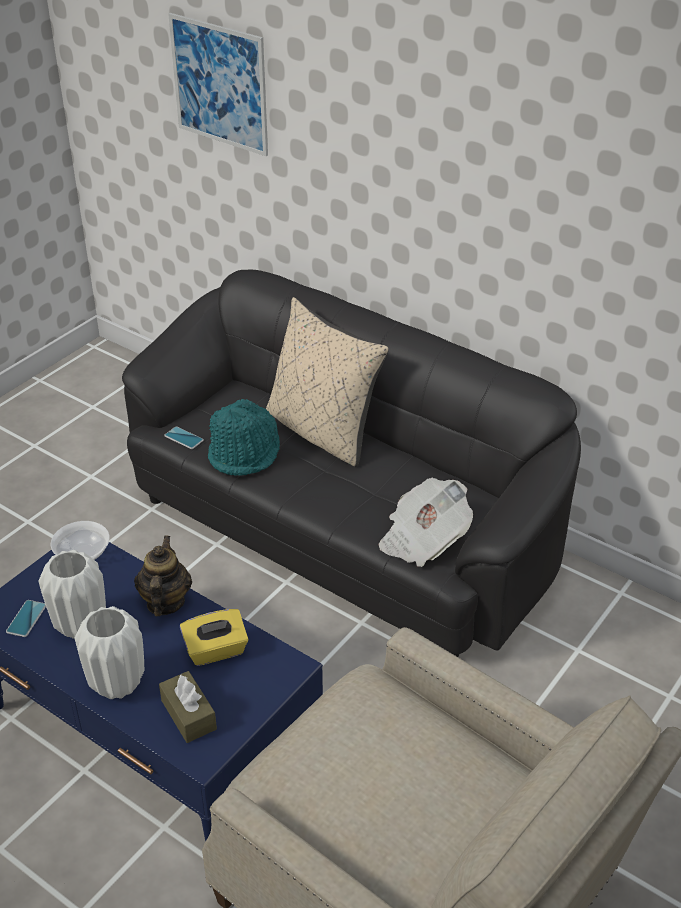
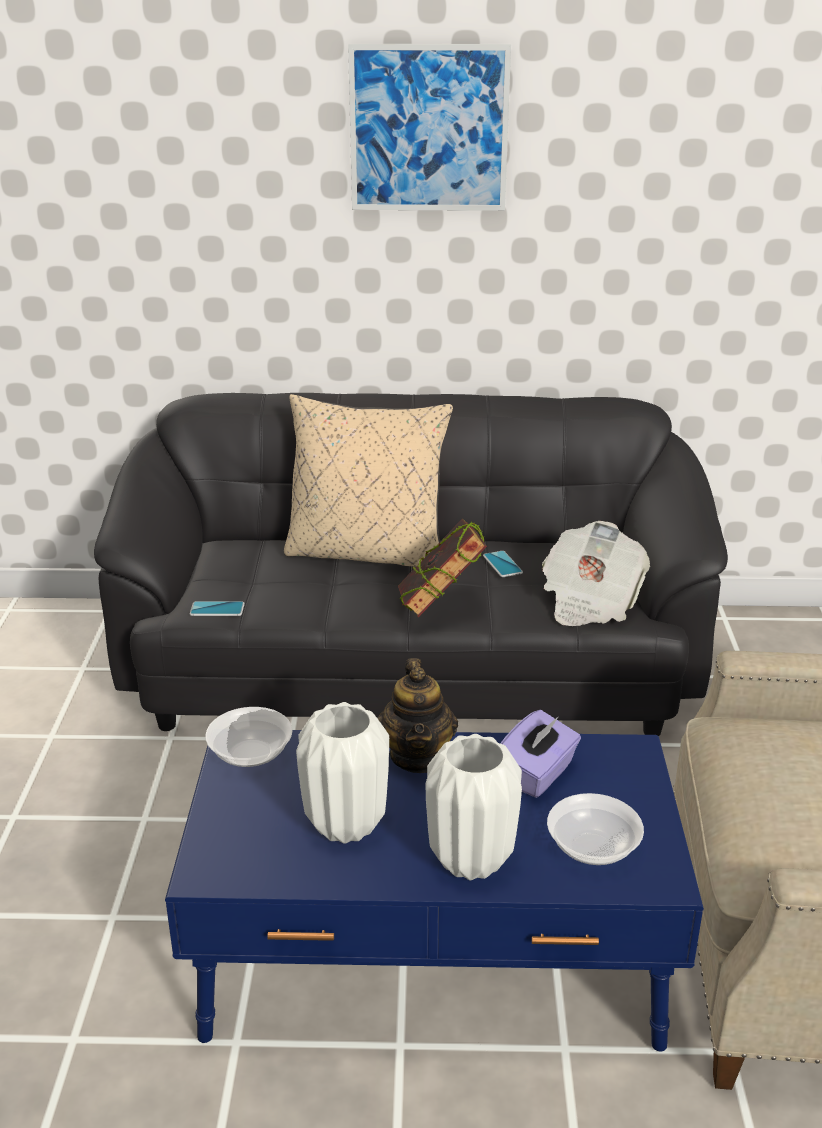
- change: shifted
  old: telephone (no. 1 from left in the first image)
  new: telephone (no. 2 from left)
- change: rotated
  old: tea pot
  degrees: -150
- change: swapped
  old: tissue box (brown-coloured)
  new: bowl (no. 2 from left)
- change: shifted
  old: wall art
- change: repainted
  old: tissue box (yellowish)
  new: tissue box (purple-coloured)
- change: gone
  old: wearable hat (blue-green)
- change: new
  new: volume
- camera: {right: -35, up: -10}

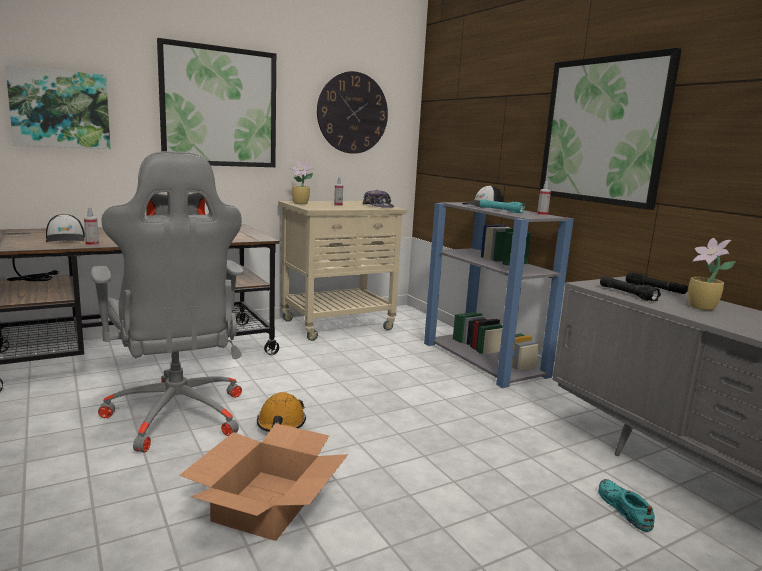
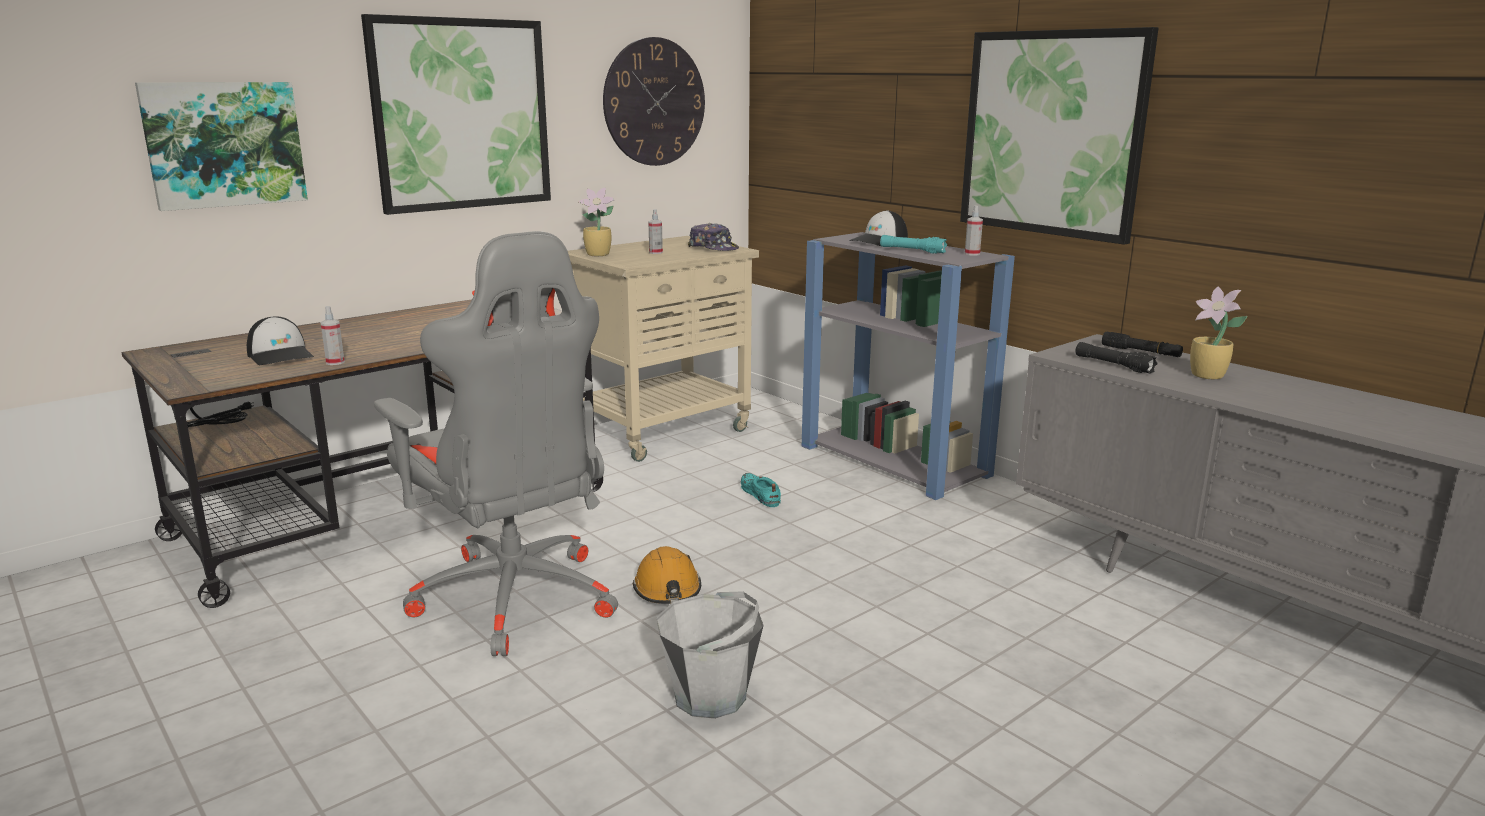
- change: swapped
  old: carton
  new: water bucket (greyish)
- change: shifted
  old: item of footwear (blue-green)
- camera: {right: -10, up: 5}

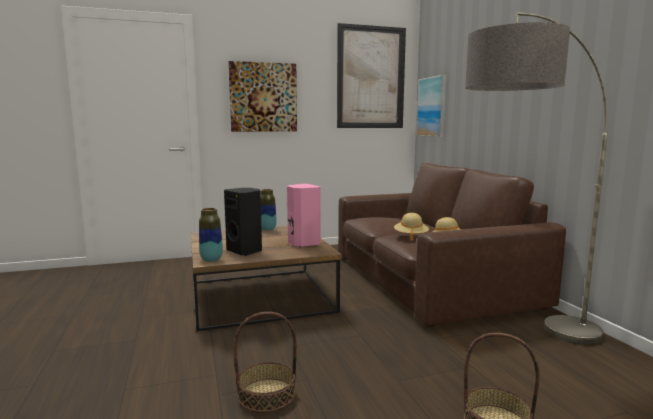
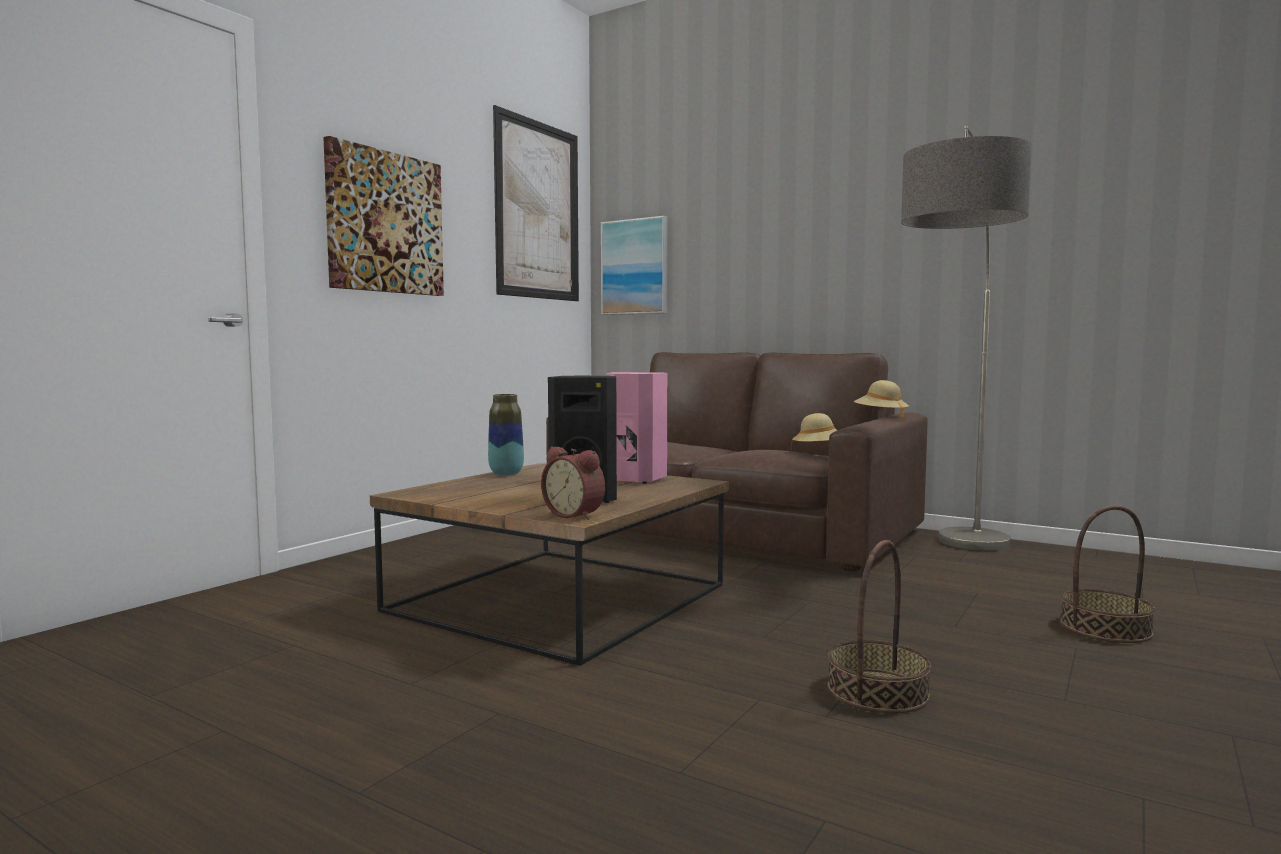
- change: swapped
  old: vase (no. 1 from left)
  new: table clock
- change: shifted
  old: wearable hat (sand-coloured) (no. 1 from left in the first image)
  new: wearable hat (sand-coloured) (no. 2 from left)
- camera: {right: -40, up: -5}

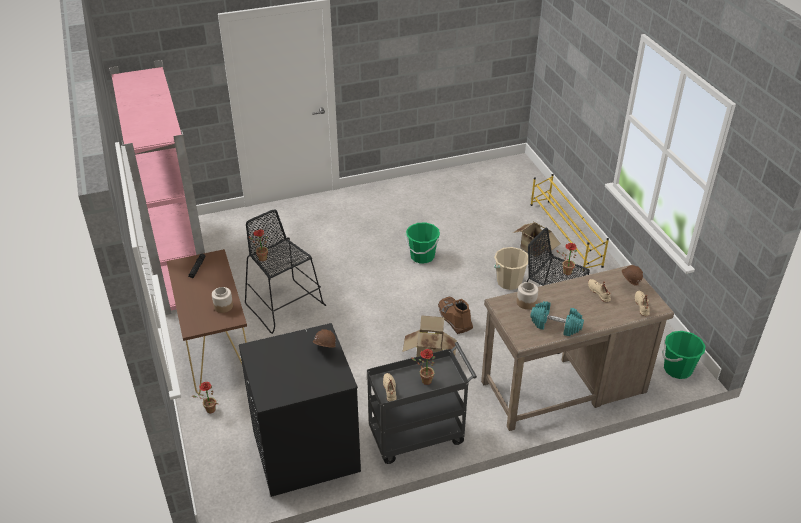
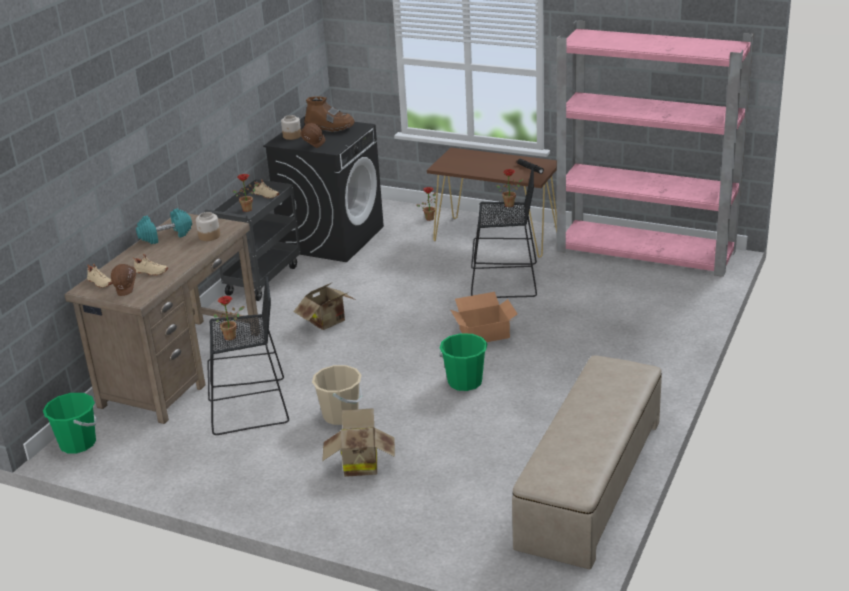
- change: shifted
  old: preserve jar (no. 1 from left in the first image)
  new: preserve jar (no. 2 from left)
- change: shifted
  old: boot (brown-coloured)
- change: gone
  old: shoe rack (yellowish)
- change: new
  new: carton (no. 3 from left)
- change: new
  new: indoor bench (sand-coloured)
- camera: {right: 135, up: -10}

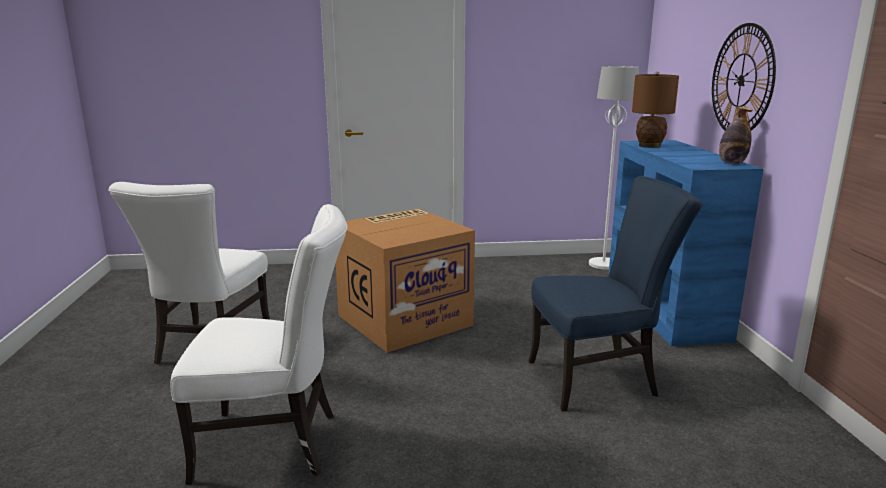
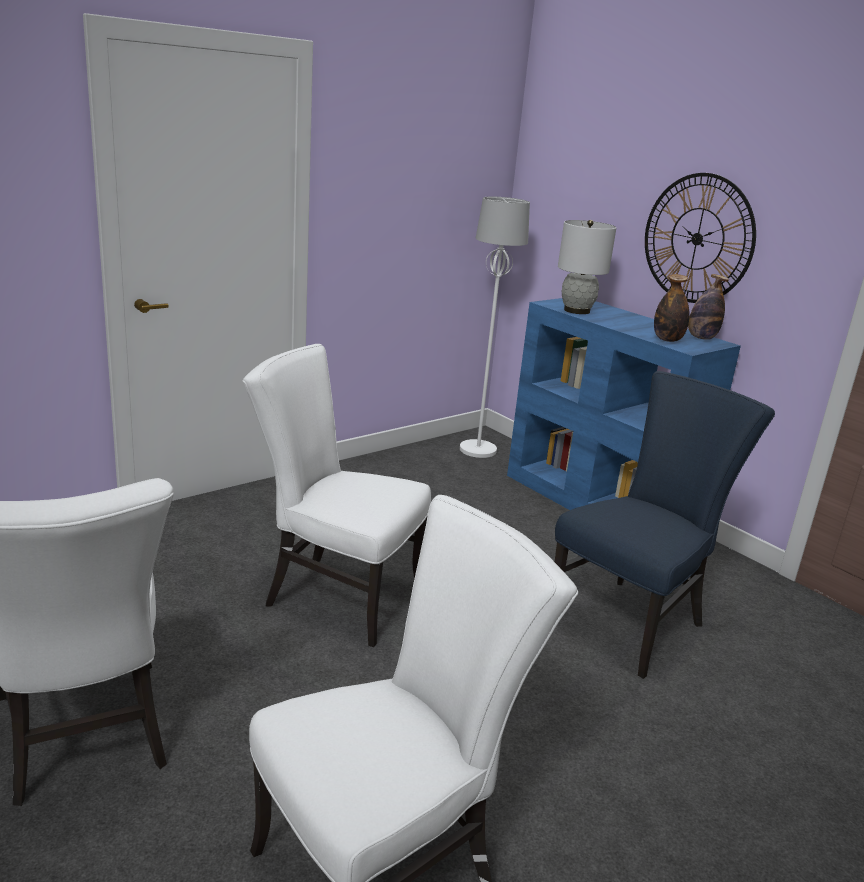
- change: swapped
  old: carton
  new: chair (whitish) (no. 2 from left)
- change: repainted
  old: table lamp (brown-coloured)
  new: table lamp (whitish)
- change: new
  new: drink bottle (no. 1 from left)
- camera: {right: -35, up: 5}

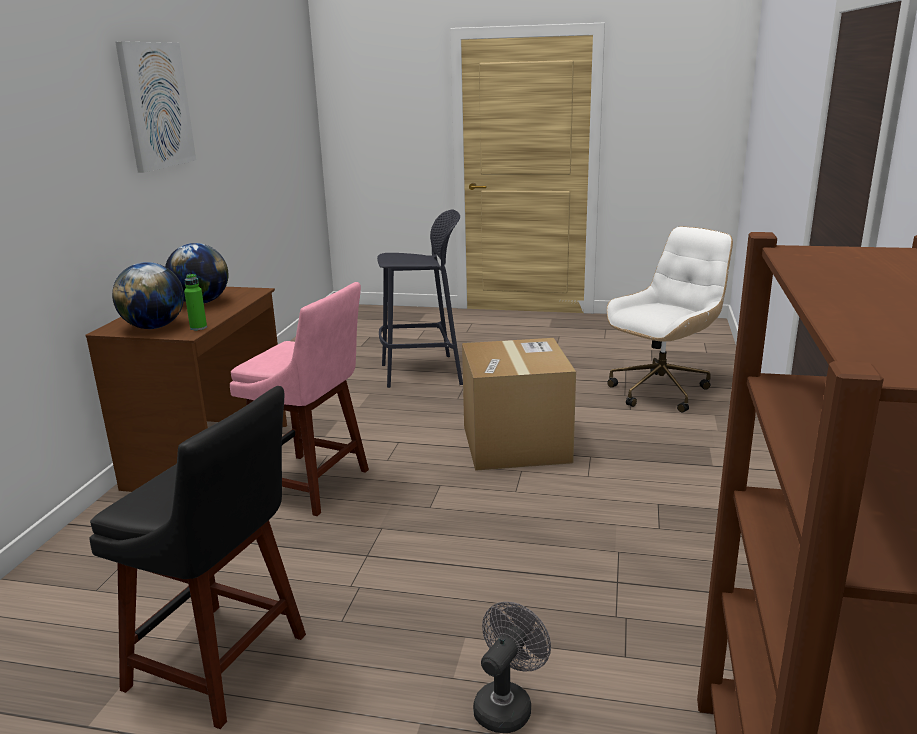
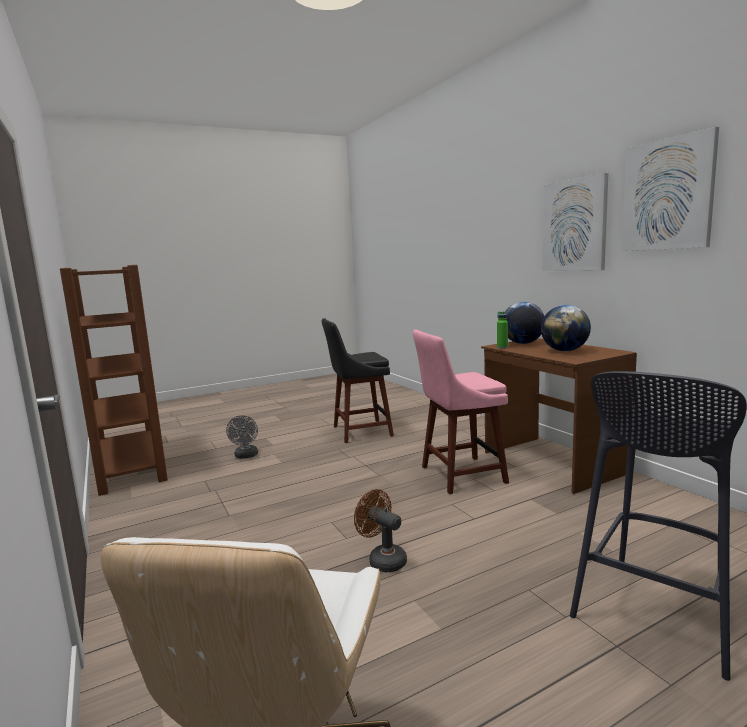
- change: swapped
  old: carton
  new: electric fan (brown-coloured)
- change: new
  new: wall art (no. 1 from left)
- camera: {right: 140, up: -10}

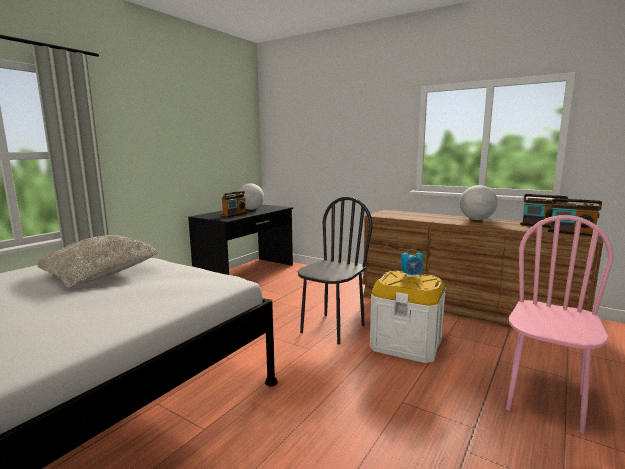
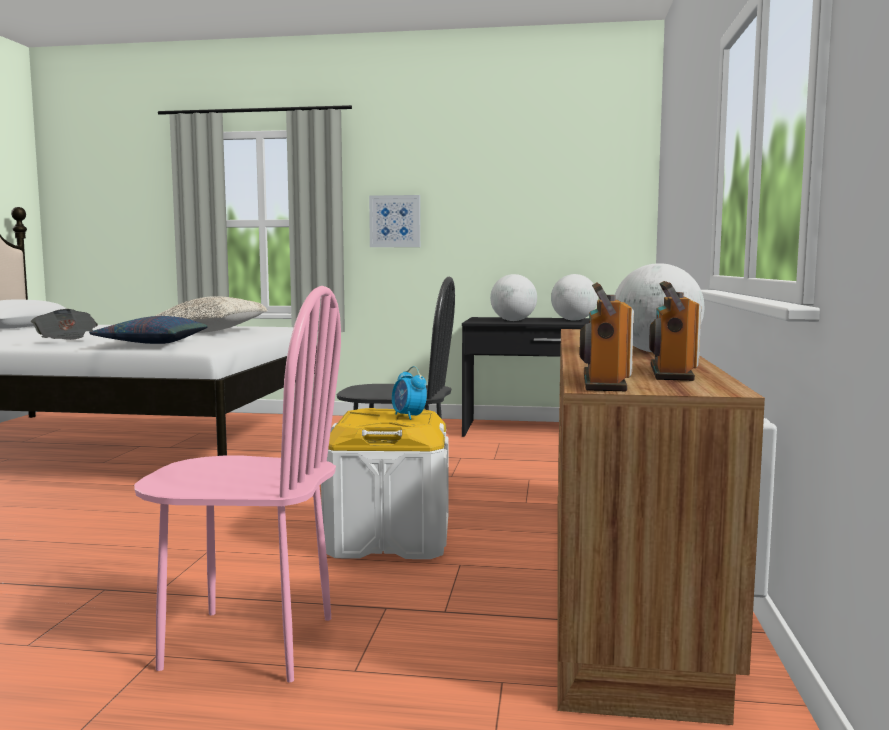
- change: swapped
  old: radio receiver (no. 1 from left)
  new: desk globe (no. 1 from left)
- change: new
  new: newspaper
- change: new
  new: pillow (blue)
- change: new
  new: wall art
- camera: {right: 65, up: -5}

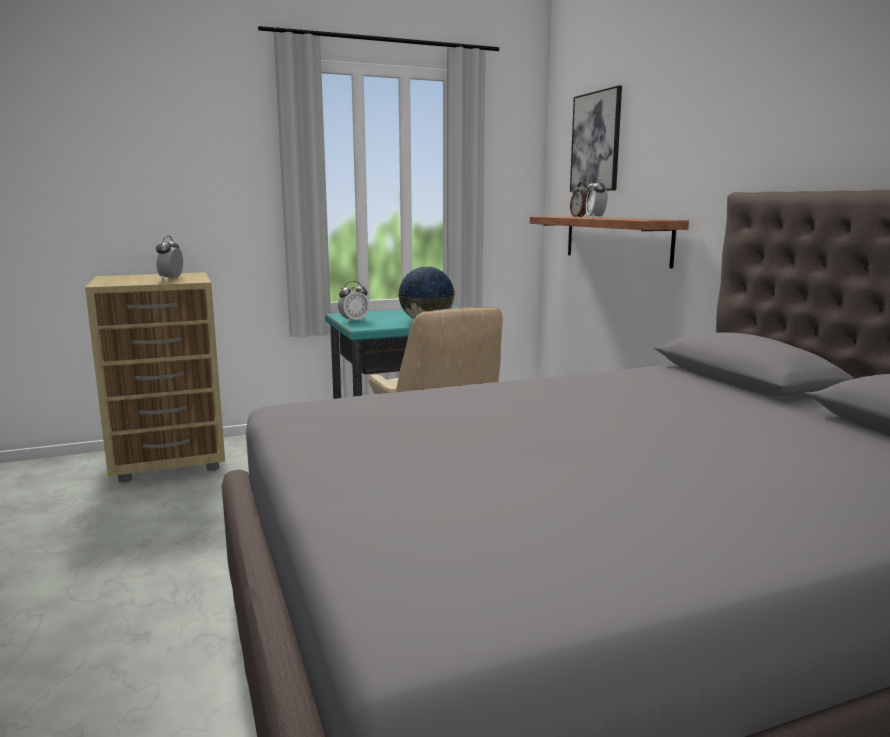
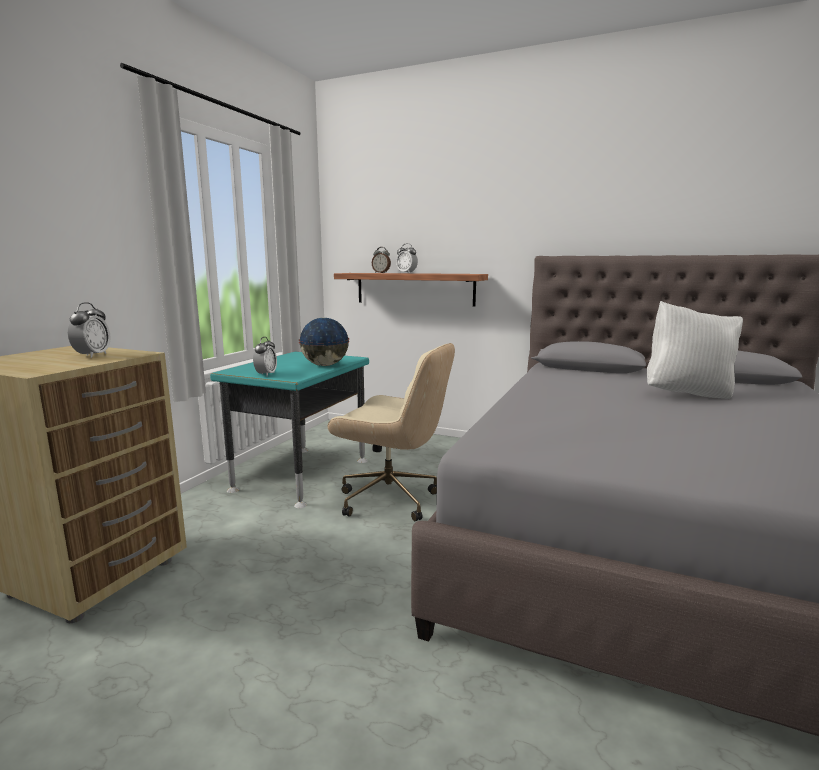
- change: rotated
  old: table clock (no. 1 from left)
  degrees: -135
- change: gone
  old: wall art
- change: new
  new: pillow (whitish)
- camera: {right: -45, up: 0}

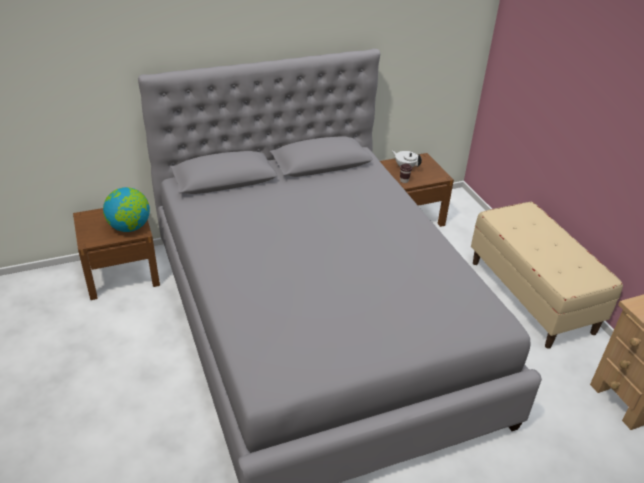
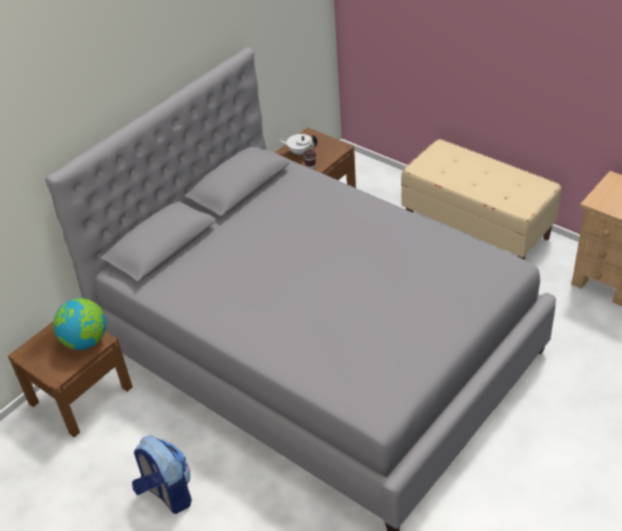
- change: new
  new: knapsack
- camera: {right: -25, up: 5}

